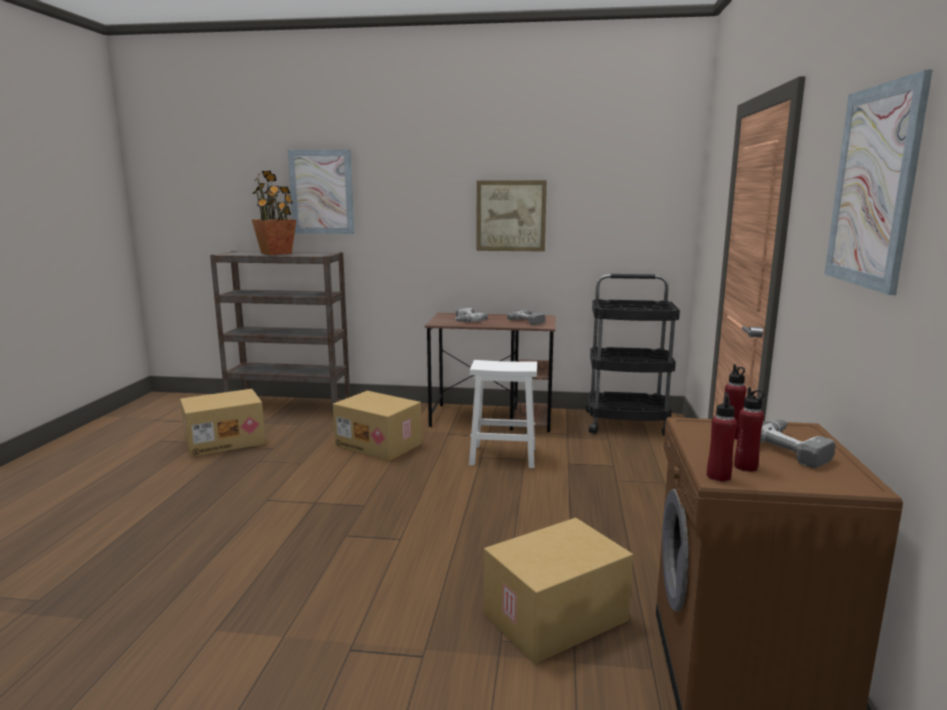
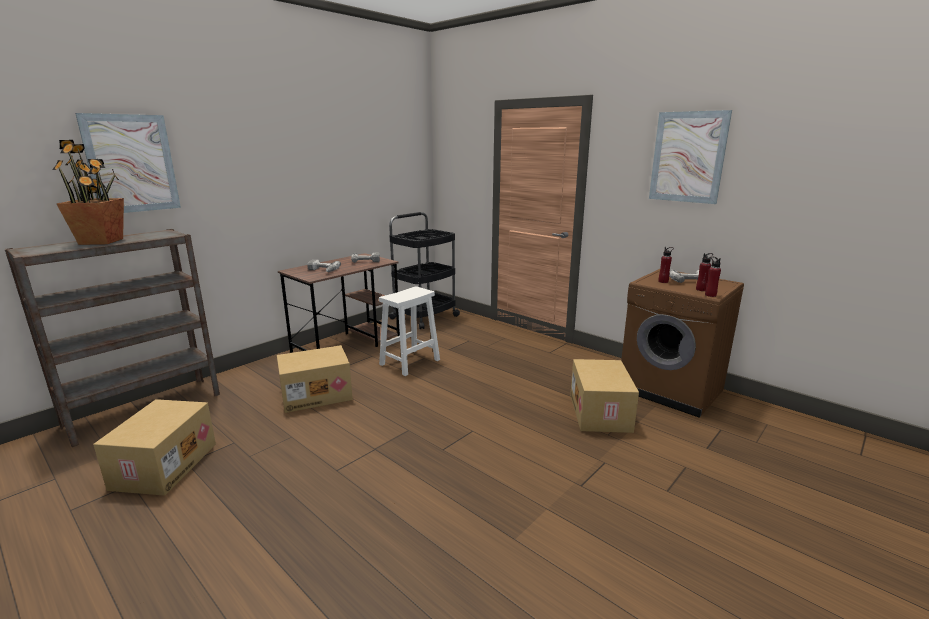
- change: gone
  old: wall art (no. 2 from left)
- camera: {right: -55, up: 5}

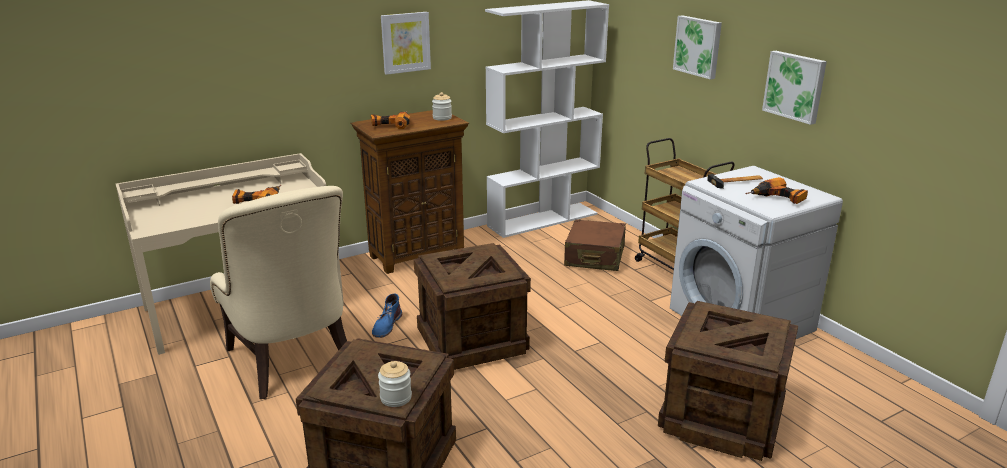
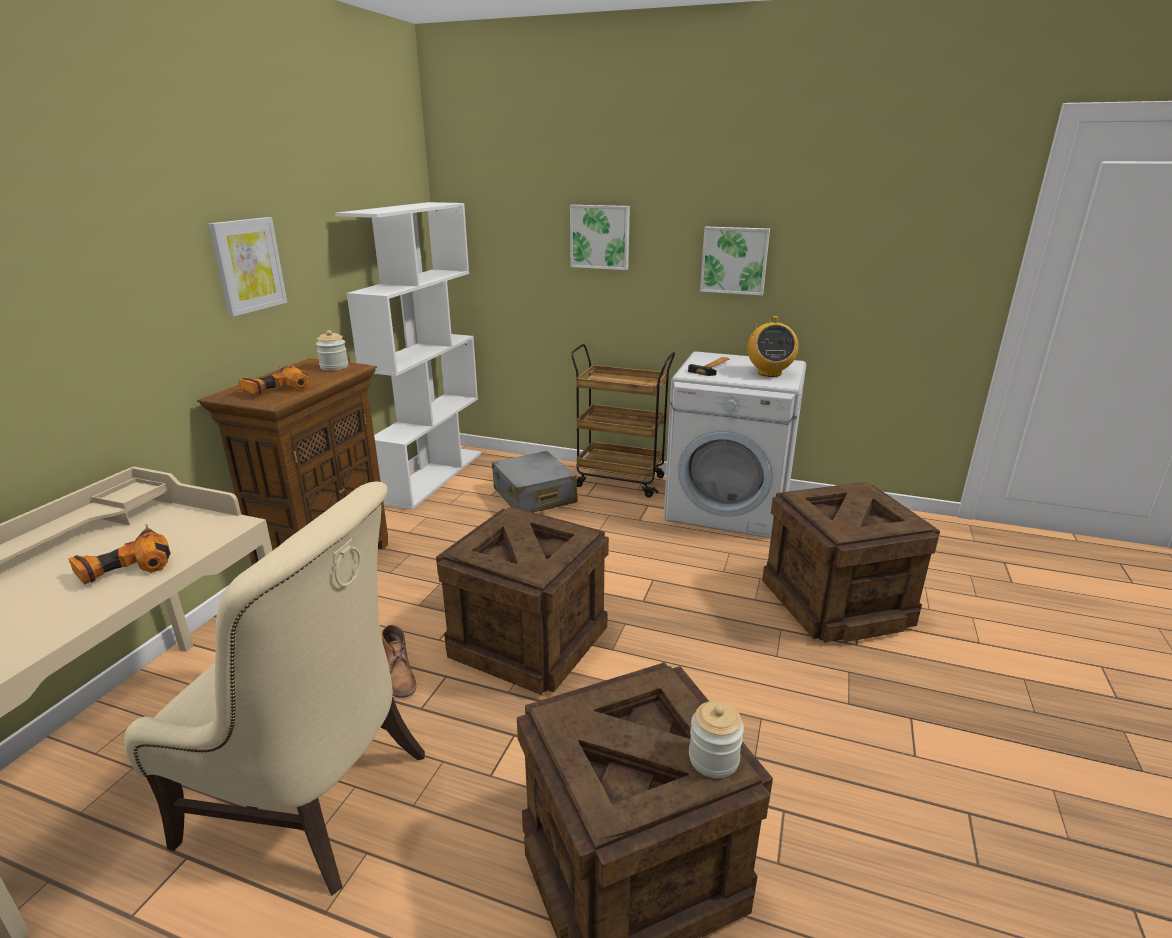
- change: repainted
  old: boot (blue)
  new: boot (brown-coloured)
- change: repainted
  old: piece of luggage (brown-coloured)
  new: piece of luggage (greyish)
- change: swapped
  old: power drill (no. 3 from left)
  new: radio receiver
- camera: {right: -40, up: 0}

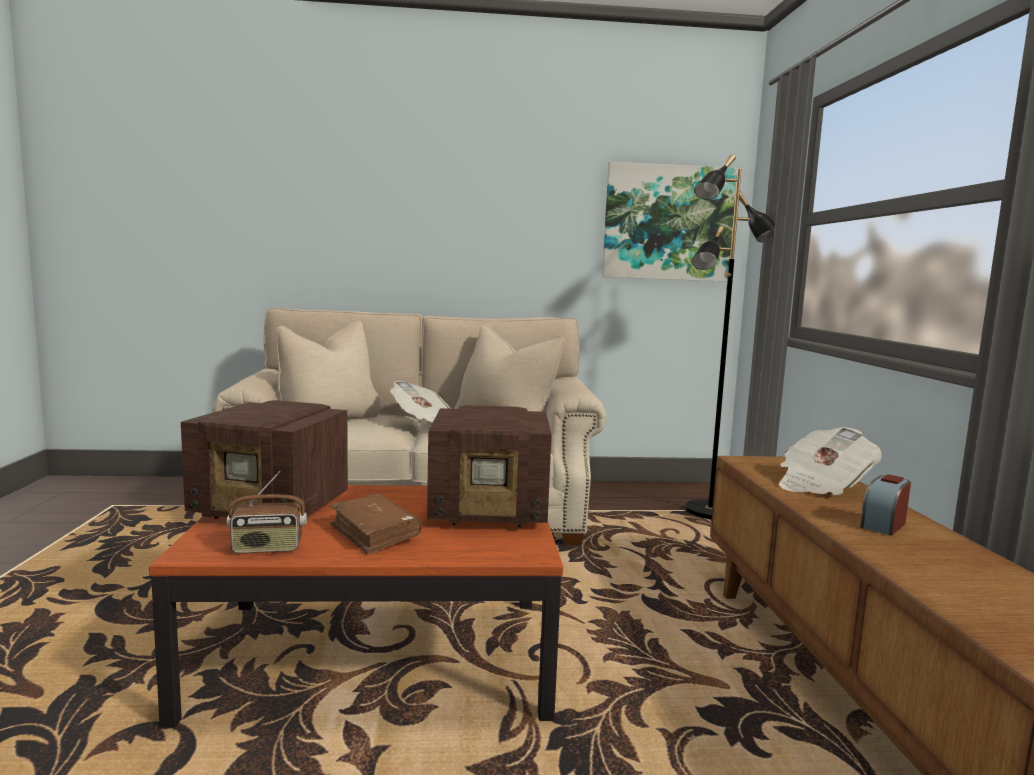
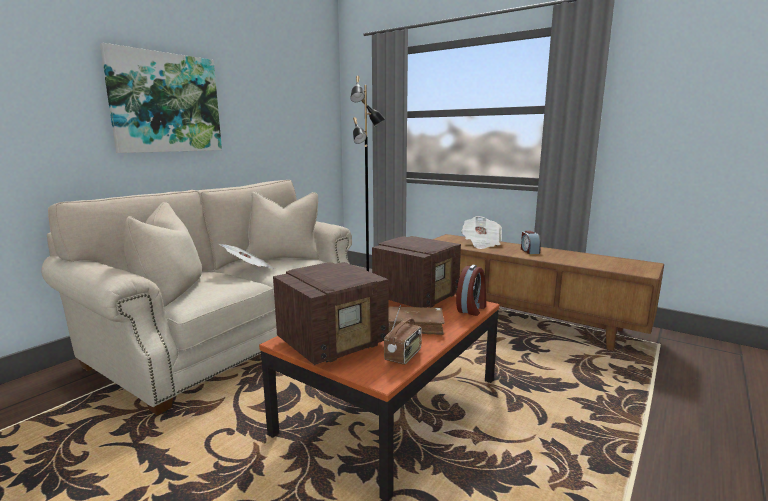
- change: shifted
  old: wall art
- change: new
  new: table clock (no. 1 from left)
- camera: {right: -50, up: 5}

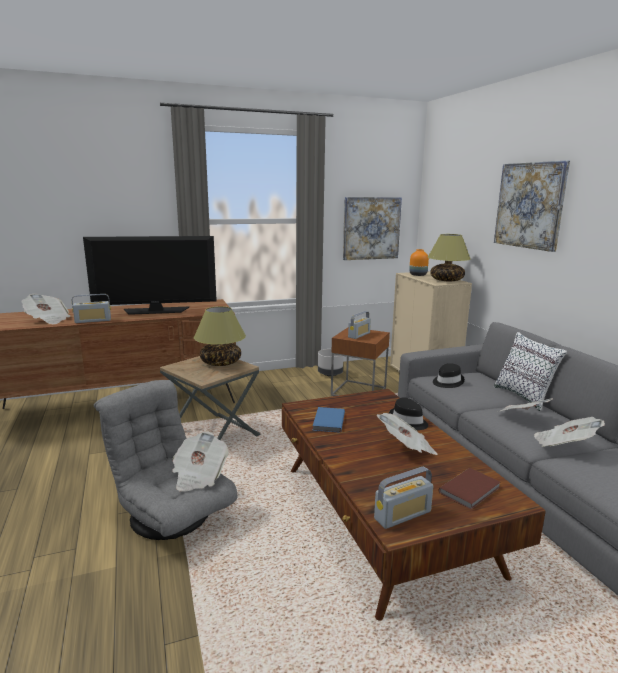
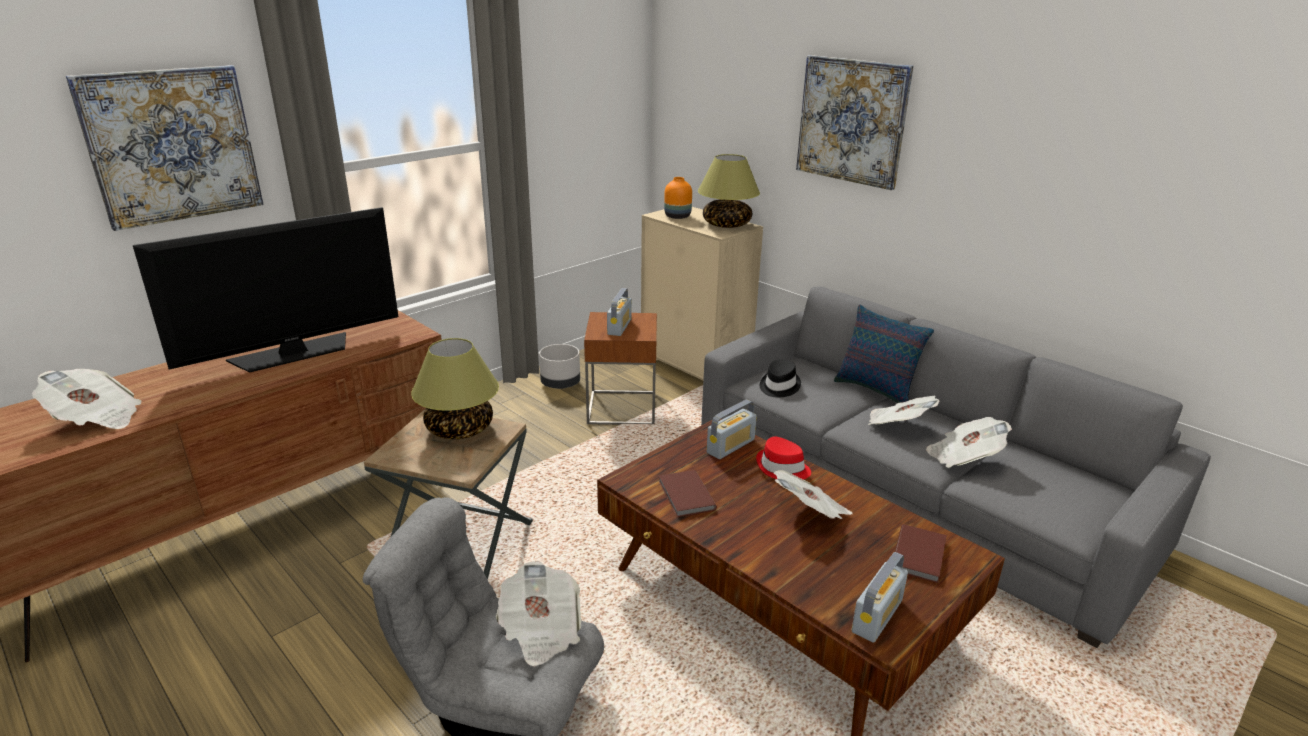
- change: shifted
  old: radio receiver (no. 1 from left in the first image)
  new: radio receiver (no. 2 from left)
- change: repainted
  old: volume (blue)
  new: volume (brown-coloured) (no. 1 from left)
- change: shifted
  old: wall art (no. 1 from left)
- change: repainted
  old: wearable hat (black) (no. 1 from left)
  new: wearable hat (red-coloured)
- change: repainted
  old: pillow (whitish)
  new: pillow (blue)
- camera: {right: -25, up: 10}

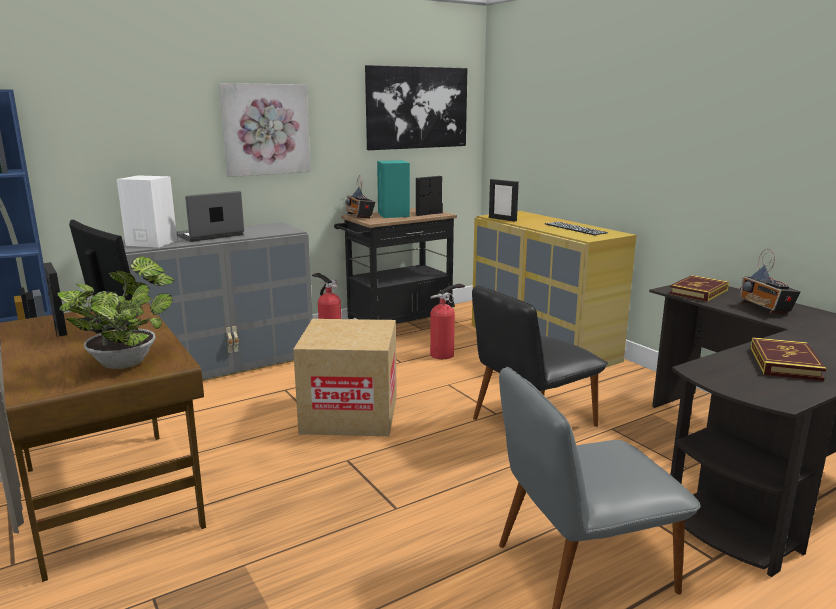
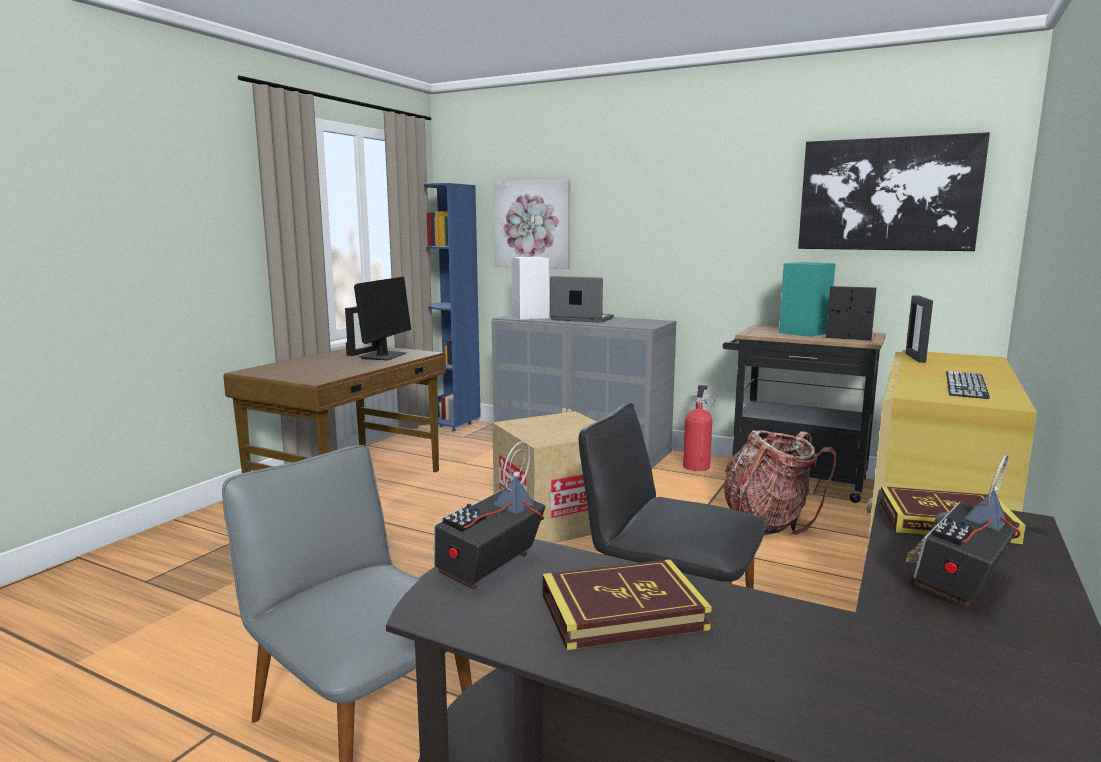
- change: gone
  old: plant in a pot
- change: shifted
  old: wall art (no. 1 from left)
- change: shifted
  old: radio receiver (no. 1 from left)
- change: swapped
  old: fire-fighting cylinder (no. 2 from left)
  new: knapsack
- camera: {right: 60, up: -5}

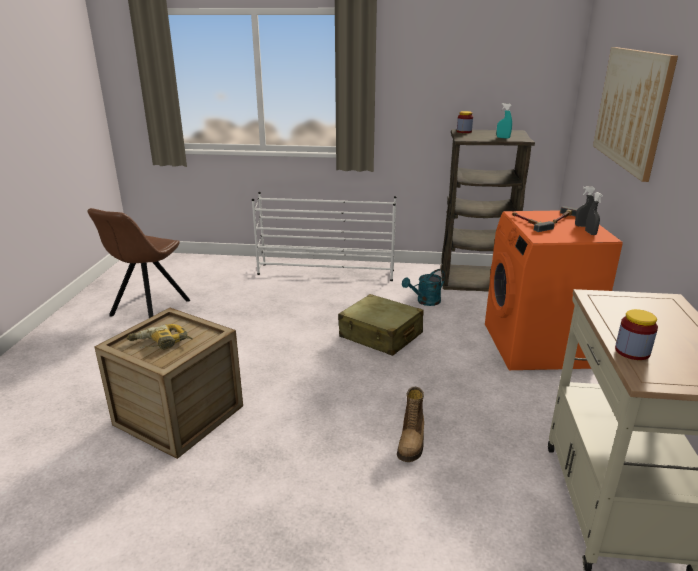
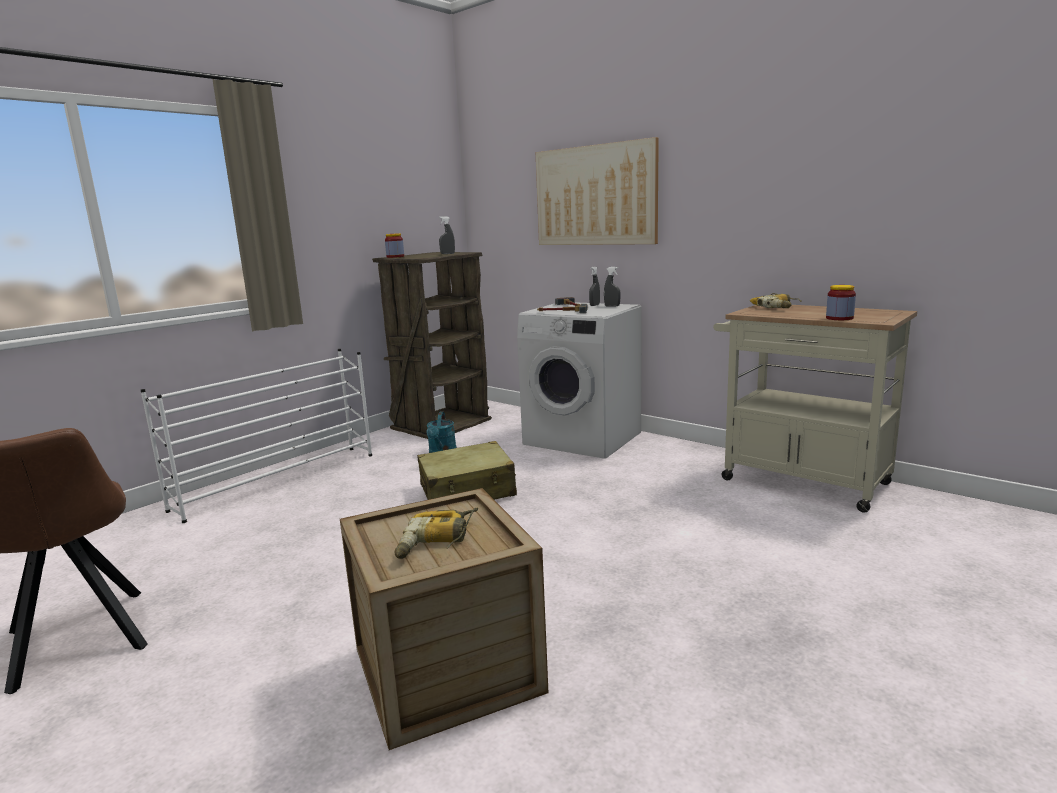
- change: gone
  old: boot
- change: repainted
  old: washing machine (orange-coloured)
  new: washing machine (whitish)
- change: repainted
  old: sprayer (blue-green)
  new: sprayer (greyish) (no. 1 from left)
- change: new
  new: power drill (no. 2 from left)
- camera: {right: -55, up: -10}

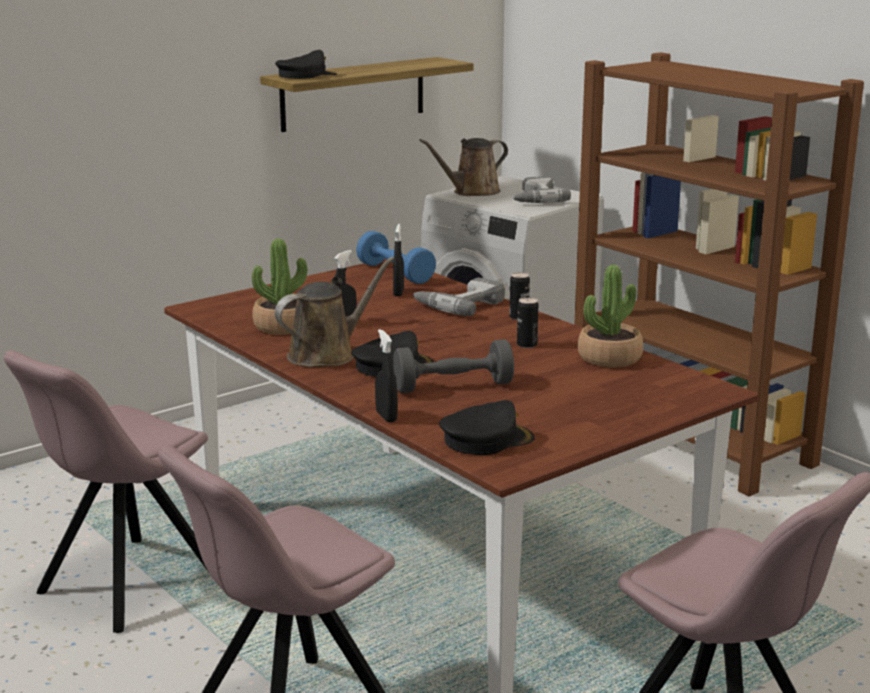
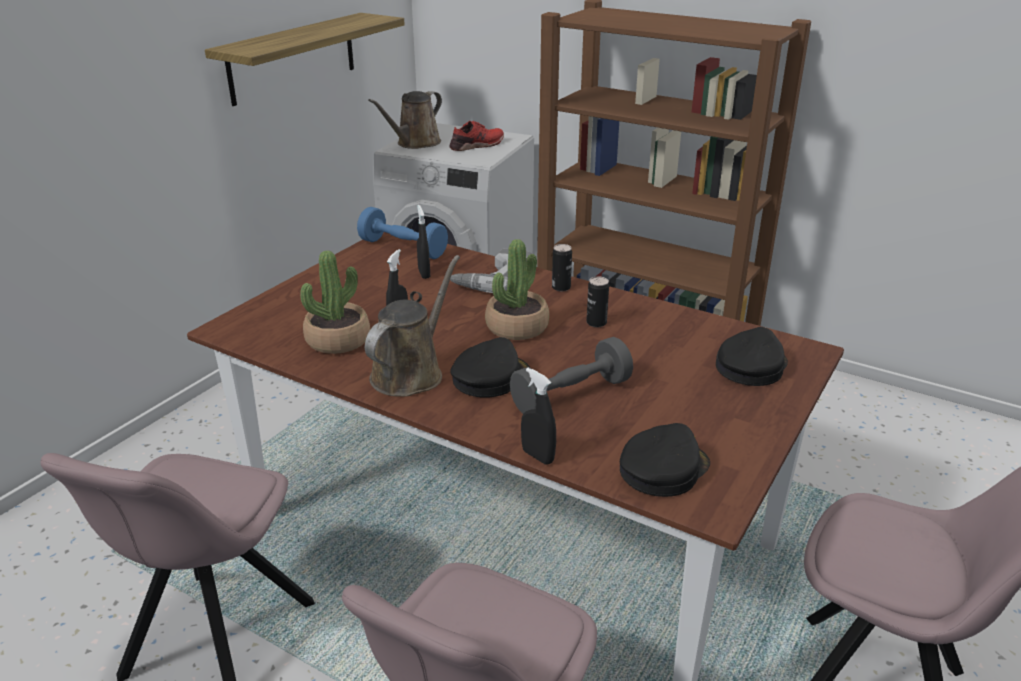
- change: shifted
  old: cap (black) (no. 1 from left in the first image)
  new: cap (black) (no. 3 from left)
- change: swapped
  old: power drill (no. 2 from left)
  new: item of footwear (red-coloured)
- change: shifted
  old: plant in a pot (no. 2 from left)
- camera: {right: -20, up: 10}

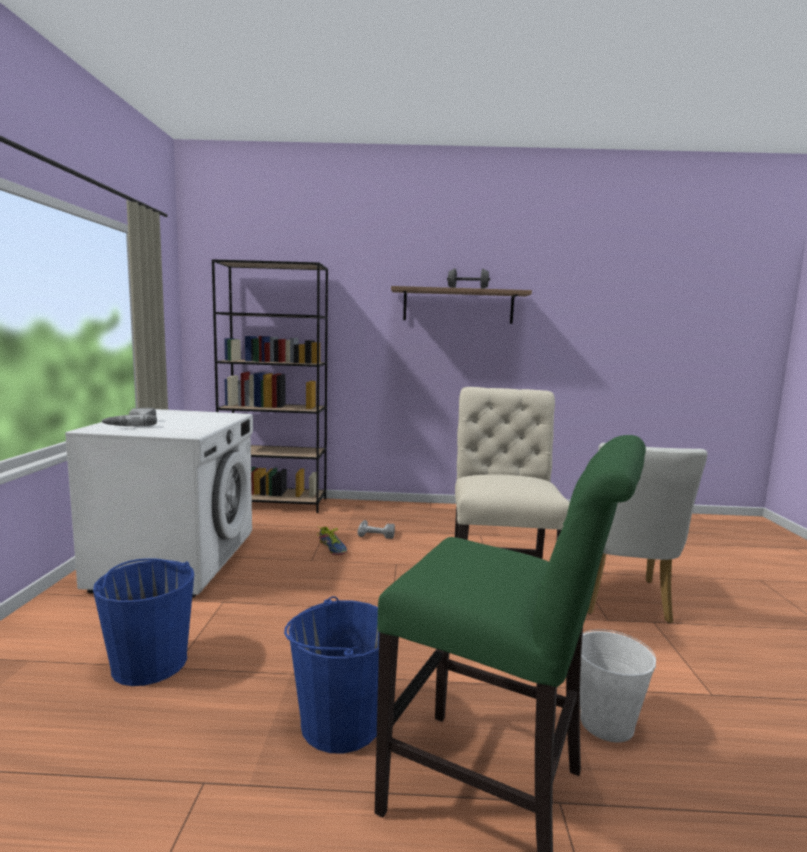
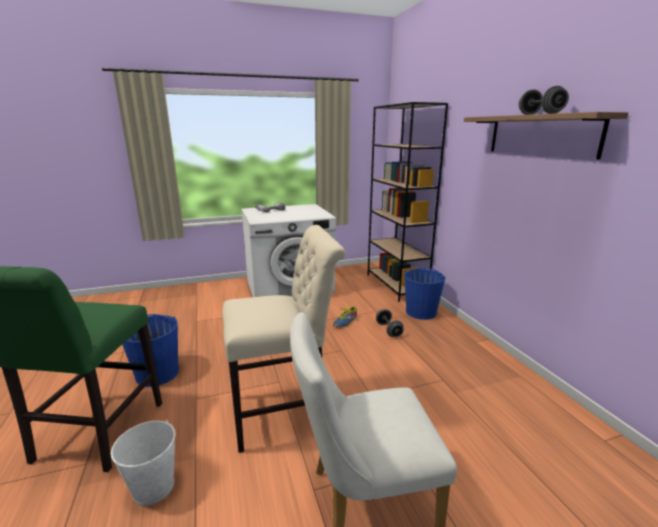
- change: shifted
  old: water bucket (blue) (no. 1 from left in the first image)
  new: water bucket (blue) (no. 2 from left)
- change: swapped
  old: power drill (no. 2 from left)
  new: dumbbell (greyish) (no. 1 from left)
- camera: {right: 70, up: 10}

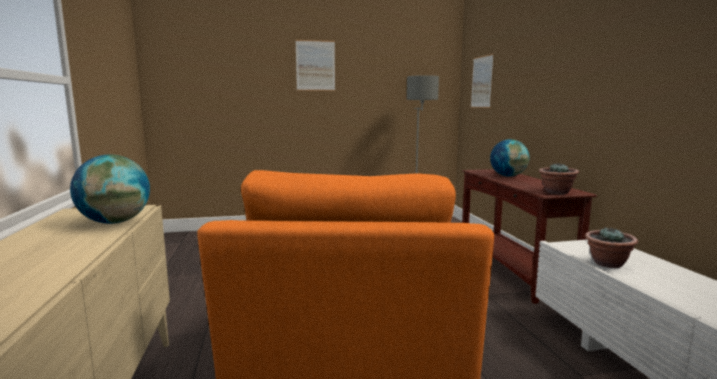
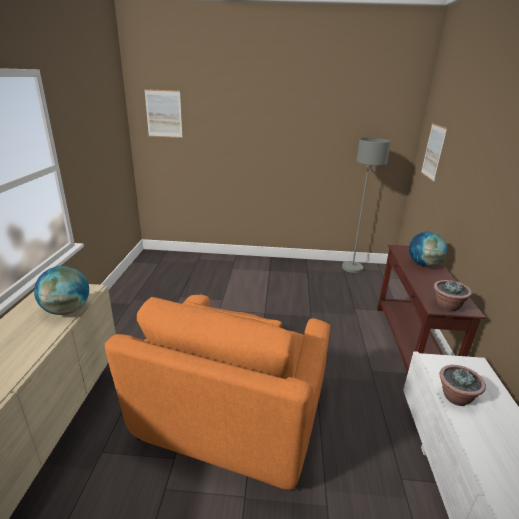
- change: shifted
  old: wall art (no. 1 from left)
- camera: {right: 15, up: 15}

